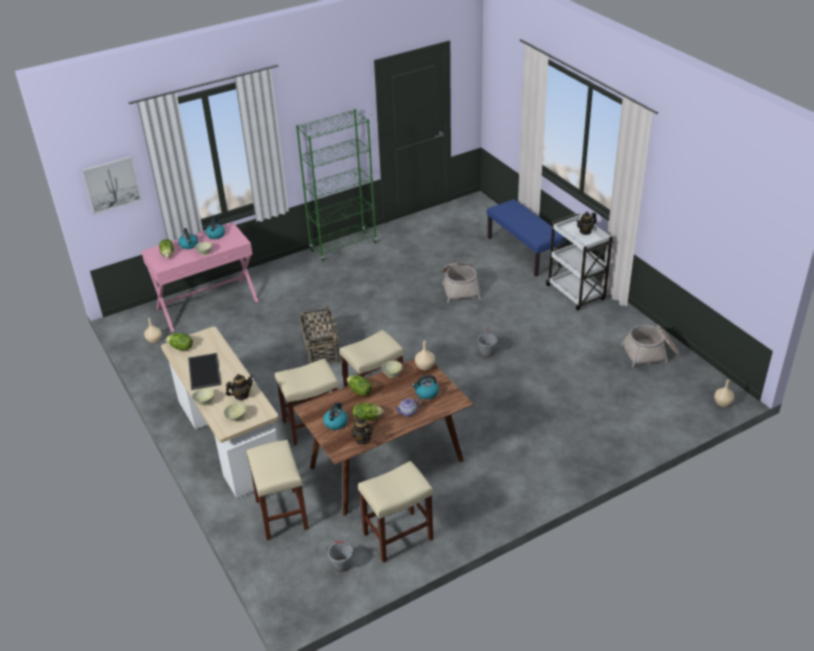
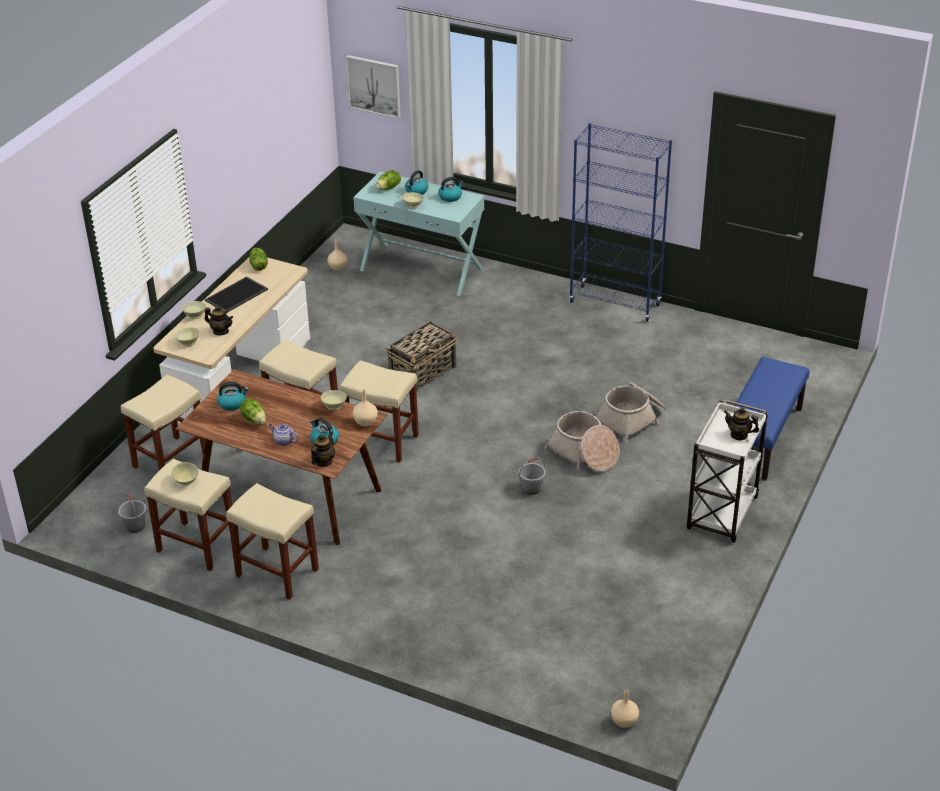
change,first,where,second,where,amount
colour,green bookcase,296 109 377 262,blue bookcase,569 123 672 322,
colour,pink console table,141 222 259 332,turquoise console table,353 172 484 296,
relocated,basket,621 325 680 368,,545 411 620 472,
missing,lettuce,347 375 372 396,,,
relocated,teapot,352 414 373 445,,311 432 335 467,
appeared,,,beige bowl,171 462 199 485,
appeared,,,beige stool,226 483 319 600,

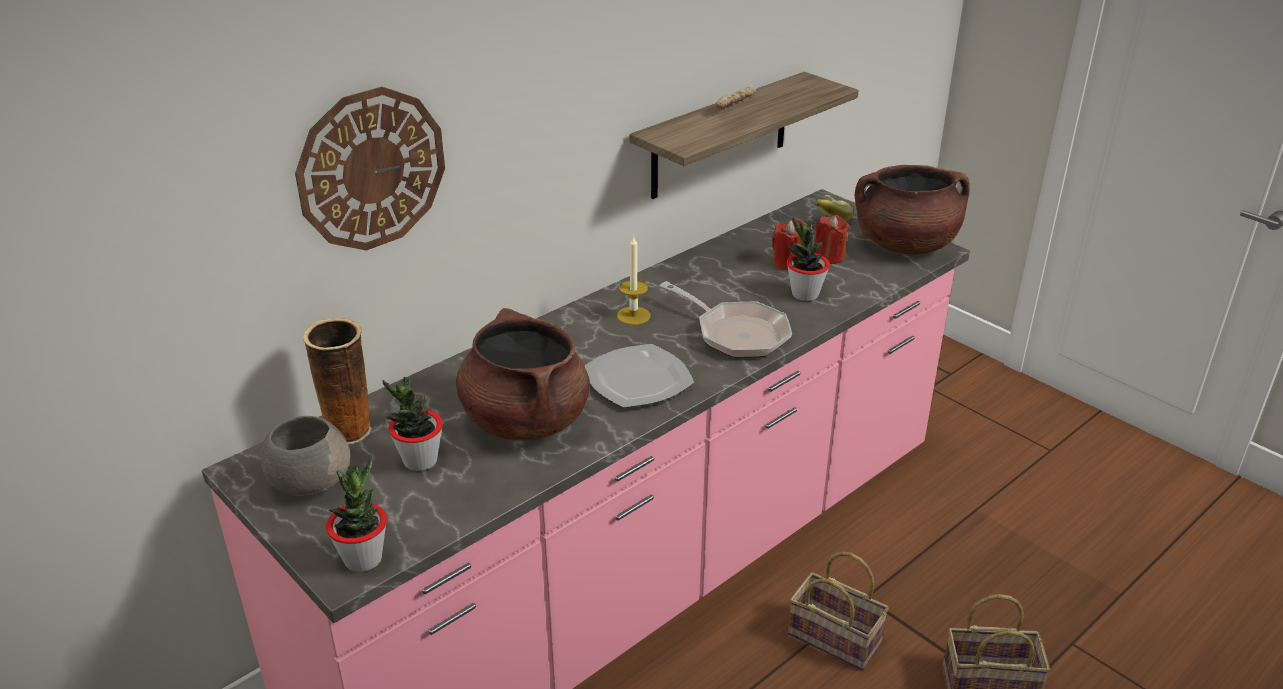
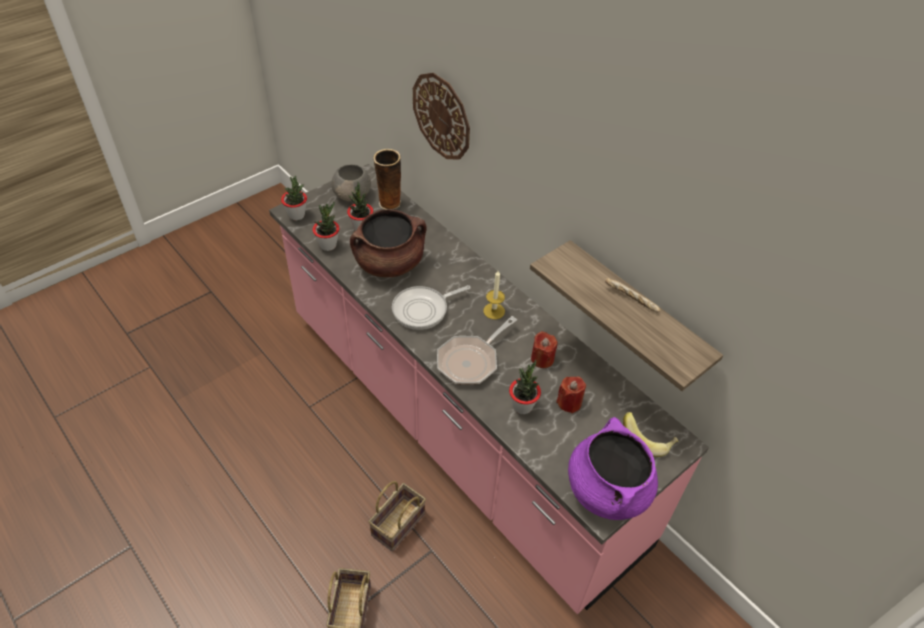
change,first,where,second,where,amount
colour,brown cooking pot,855 165 970 255,purple cooking pot,568 417 658 520,
relocated,red candle,815 215 849 264,,531 331 558 368,
exchanged,plate,584 344 694 408,frying pan,392 285 471 330,
appeared,,,potted plant,313 202 339 251,

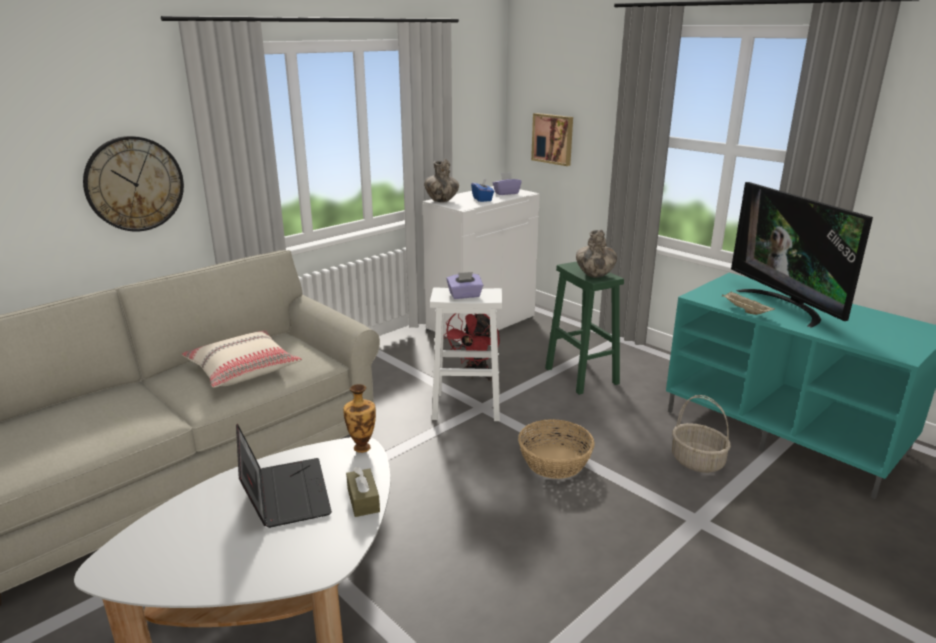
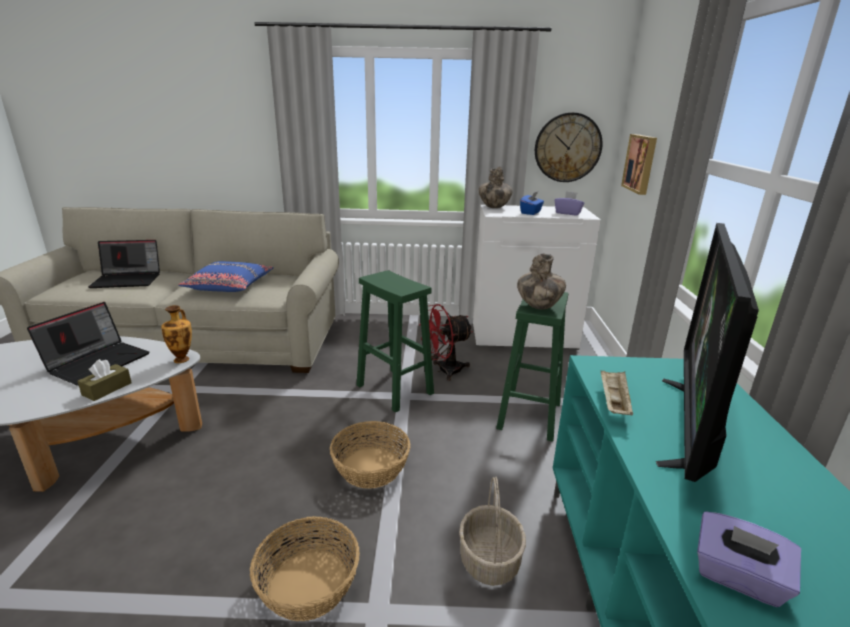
change,first,where,second,where,amount
relocated,wall clock,83 136 184 231,,535 112 603 182,
relocated,purple tissue box,447 272 483 299,,697 511 801 607,
colour,white stool,430 287 502 421,green stool,356 270 434 413,
colour,beige pillow,182 330 302 388,blue pillow,178 261 274 292,
appeared,,,laptop,88 240 160 288,
appeared,,,basket,250 516 360 621,

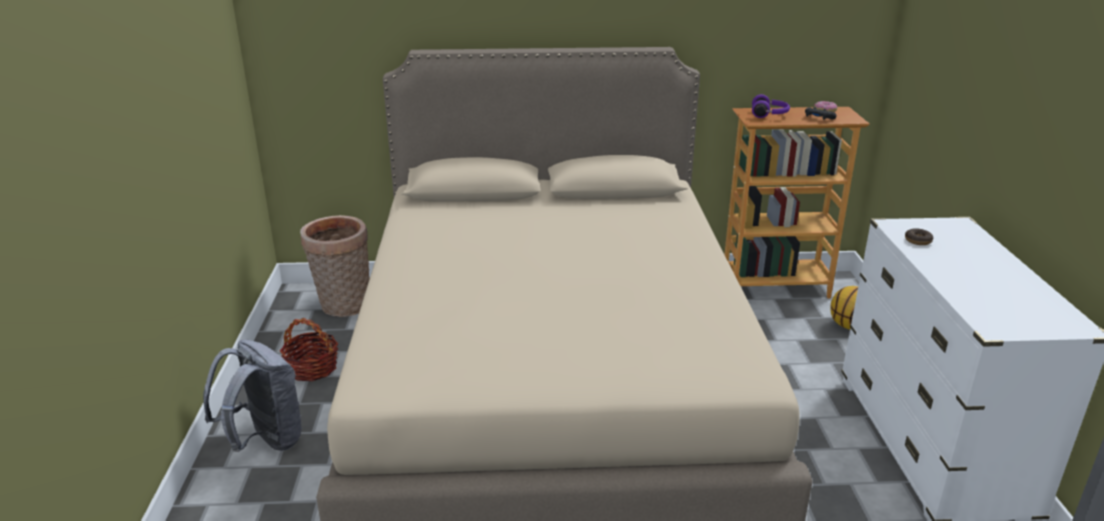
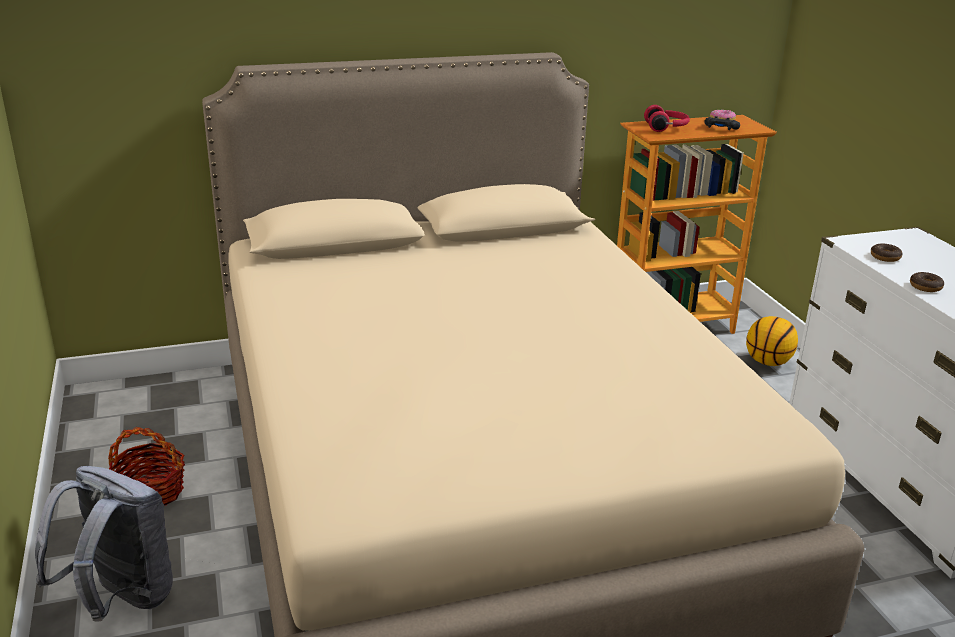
change,first,where,second,where,amount
colour,purple headphones,752 94 790 118,red headphones,644 105 690 132,
missing,basket,300 215 370 317,,,
appeared,,,donut,910 272 944 292,

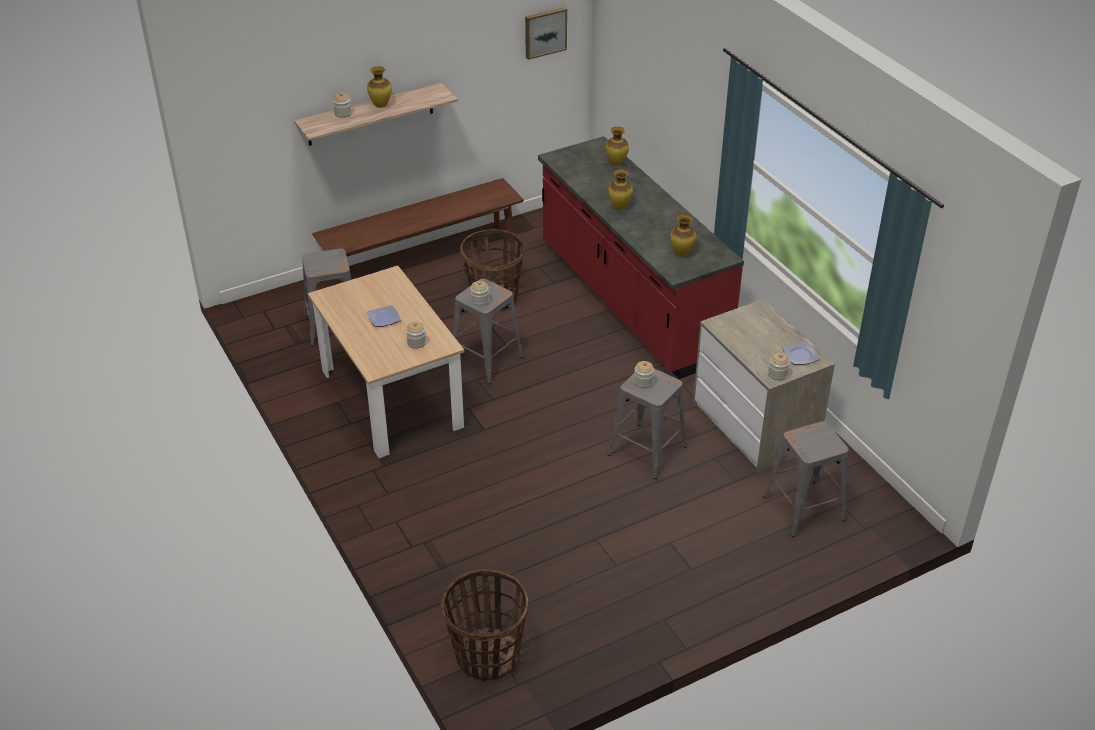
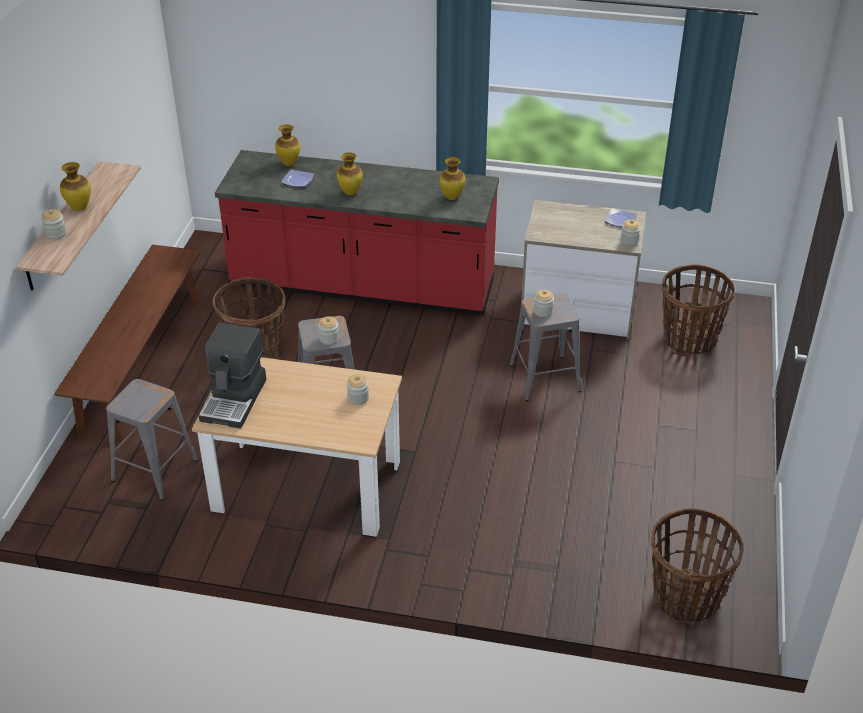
change,first,where,second,where,amount
missing,picture,525 7 567 60,,,
relocated,plate,367 305 401 327,,281 170 314 187,
exchanged,grey stool,763 422 849 537,basket,662 264 735 355,
appeared,,,coffee machine,199 323 266 429,

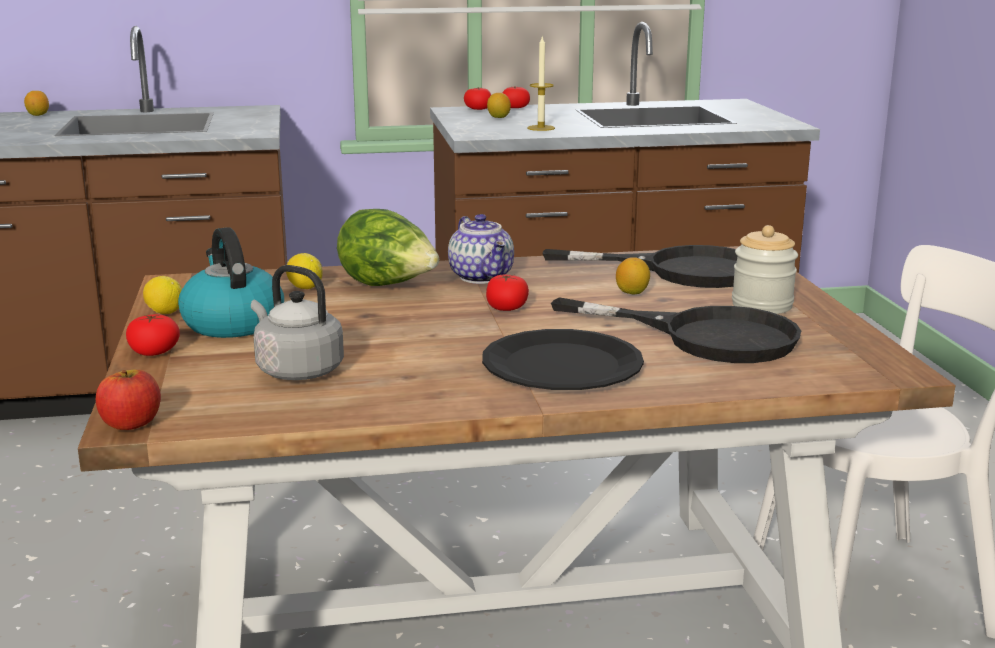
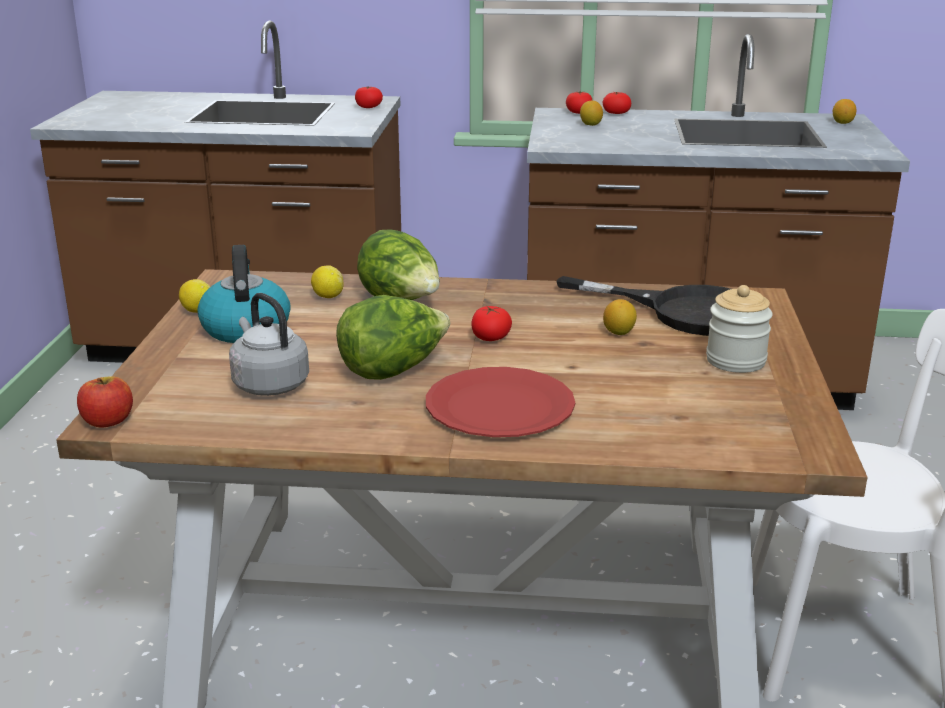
change,first,where,second,where,amount
missing,candle,527 37 555 131,,,
relocated,lemon,24 91 49 116,,833 99 856 124,
missing,teapot,448 214 514 284,,,
missing,black frying pan,551 297 801 363,,,
relocated,tomato,126 314 180 356,,355 86 383 108,
colour,black plate,482 329 644 390,red plate,426 367 575 437,
appeared,,,lettuce,336 295 450 380,

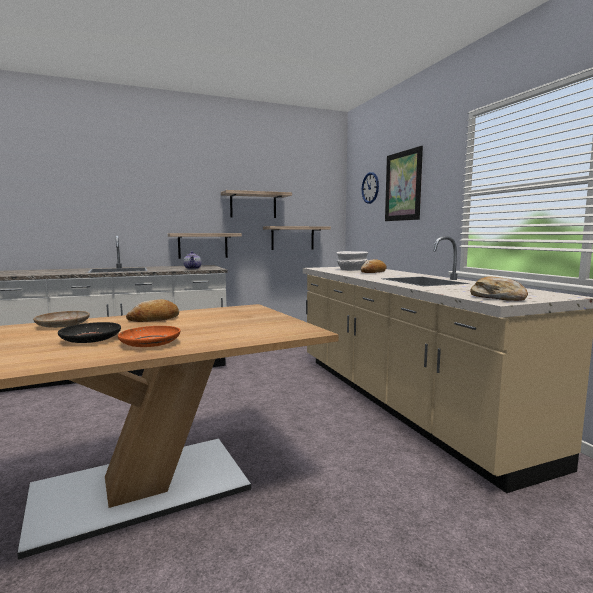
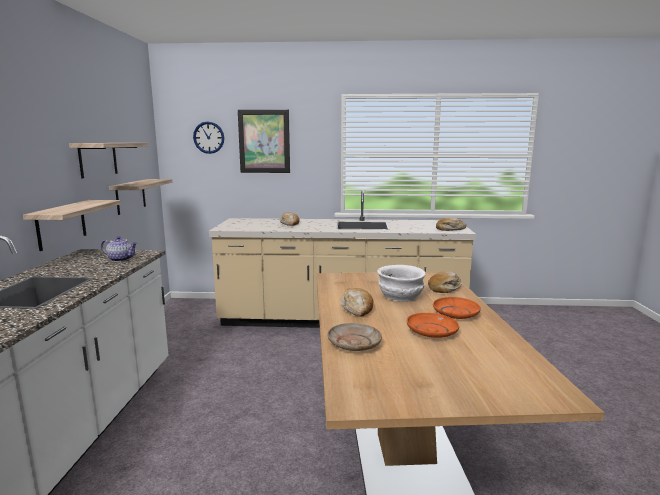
change,first,where,second,where,amount
relocated,white bowl,337 251 368 271,,377 265 426 302,
colour,black plate,58 322 121 343,orange plate,407 313 459 338,
appeared,,,bread,428 271 461 293,

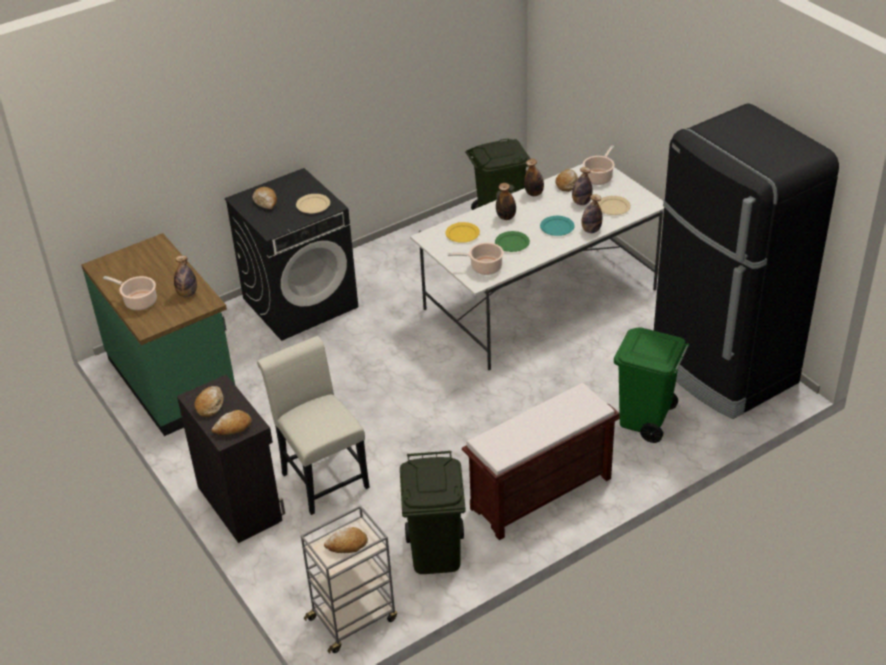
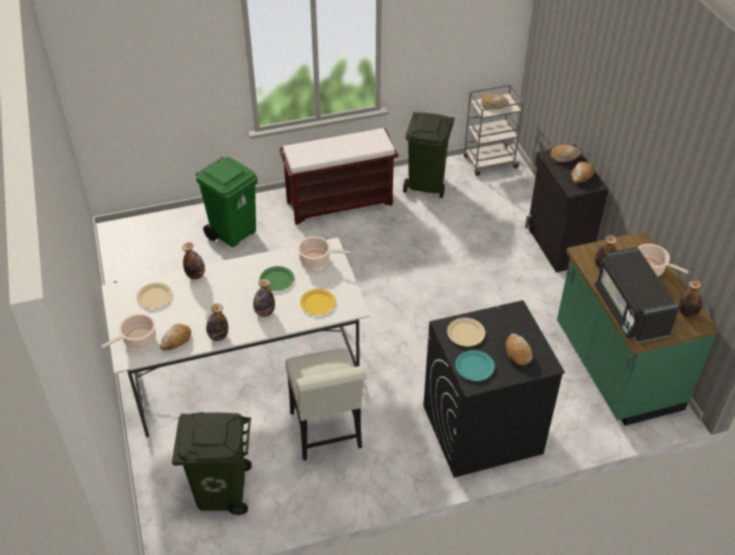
change,first,where,second,where,amount
missing,black fridge,654 103 839 419,,,
relocated,bottle,572 167 592 205,,679 279 703 318,
relocated,turquoise plate,540 216 575 236,,455 350 495 381,
relocated,white chair,257 336 370 515,,286 349 367 461,
appeared,,,black microwave,595 247 679 343,

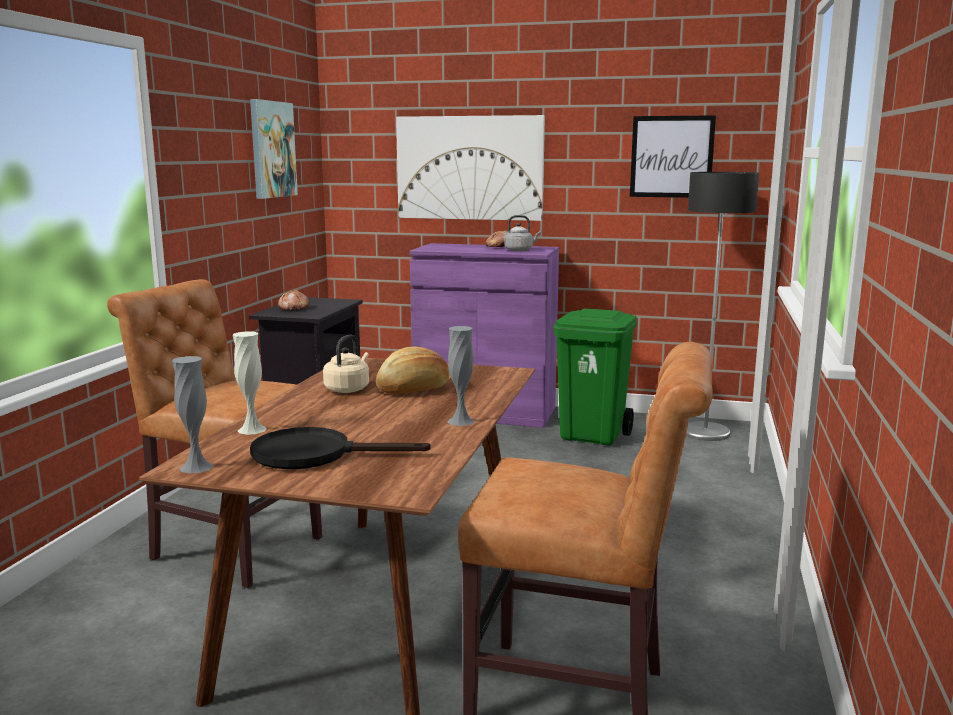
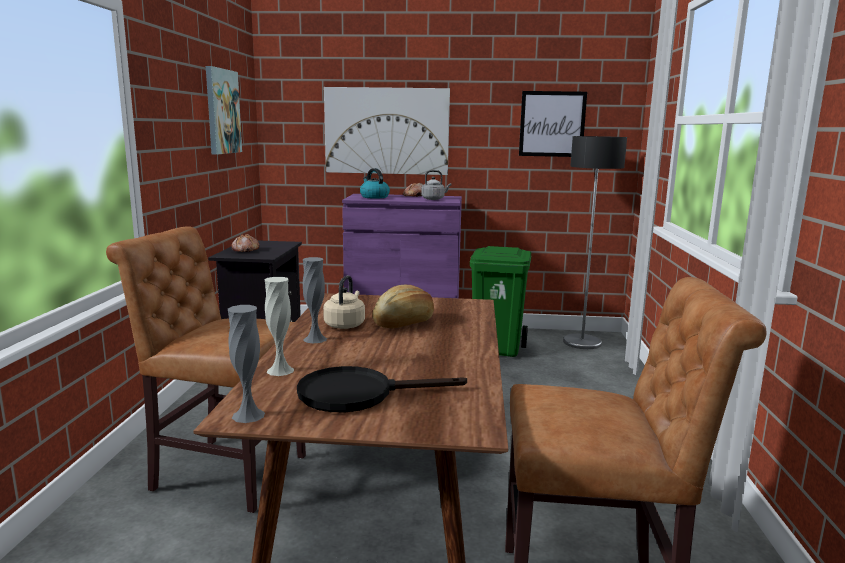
change,first,where,second,where,amount
relocated,grey vase,448 326 475 426,,303 257 327 343,
appeared,,,kettle,360 168 390 199,

